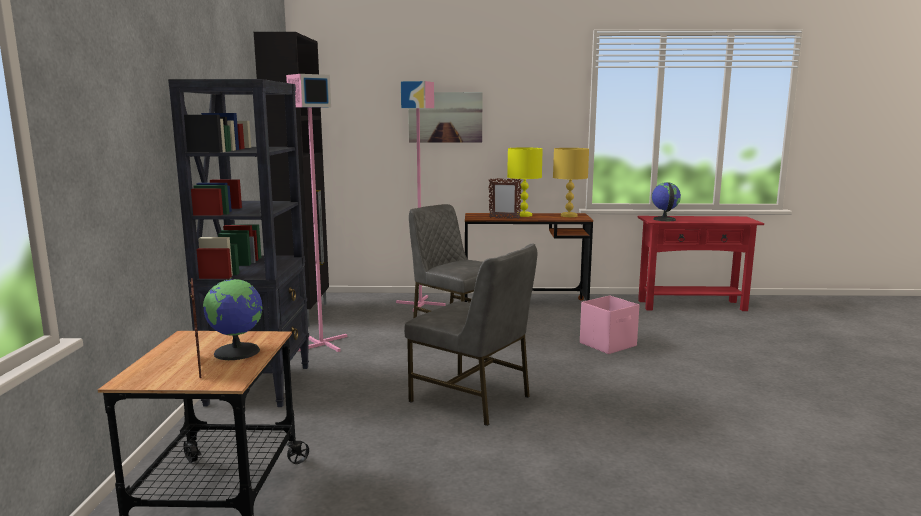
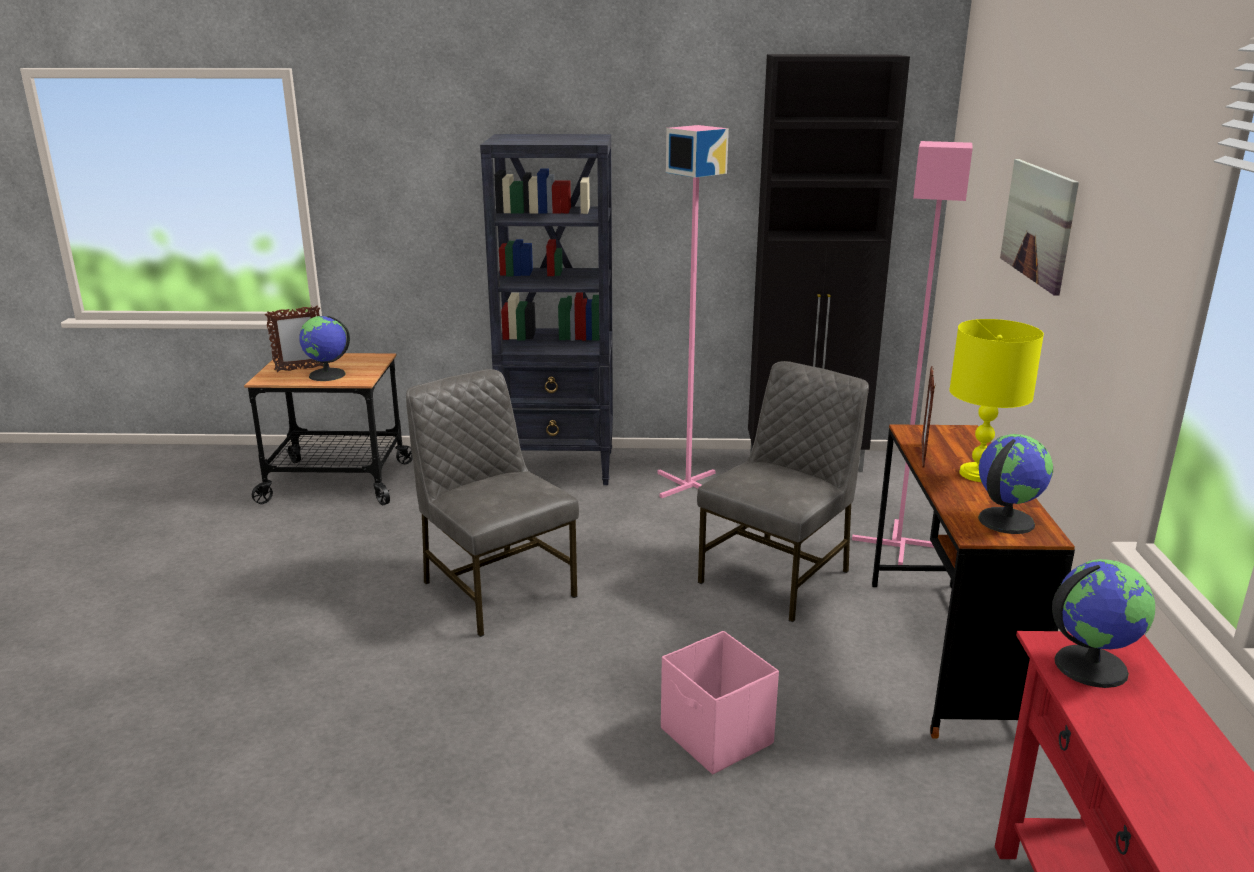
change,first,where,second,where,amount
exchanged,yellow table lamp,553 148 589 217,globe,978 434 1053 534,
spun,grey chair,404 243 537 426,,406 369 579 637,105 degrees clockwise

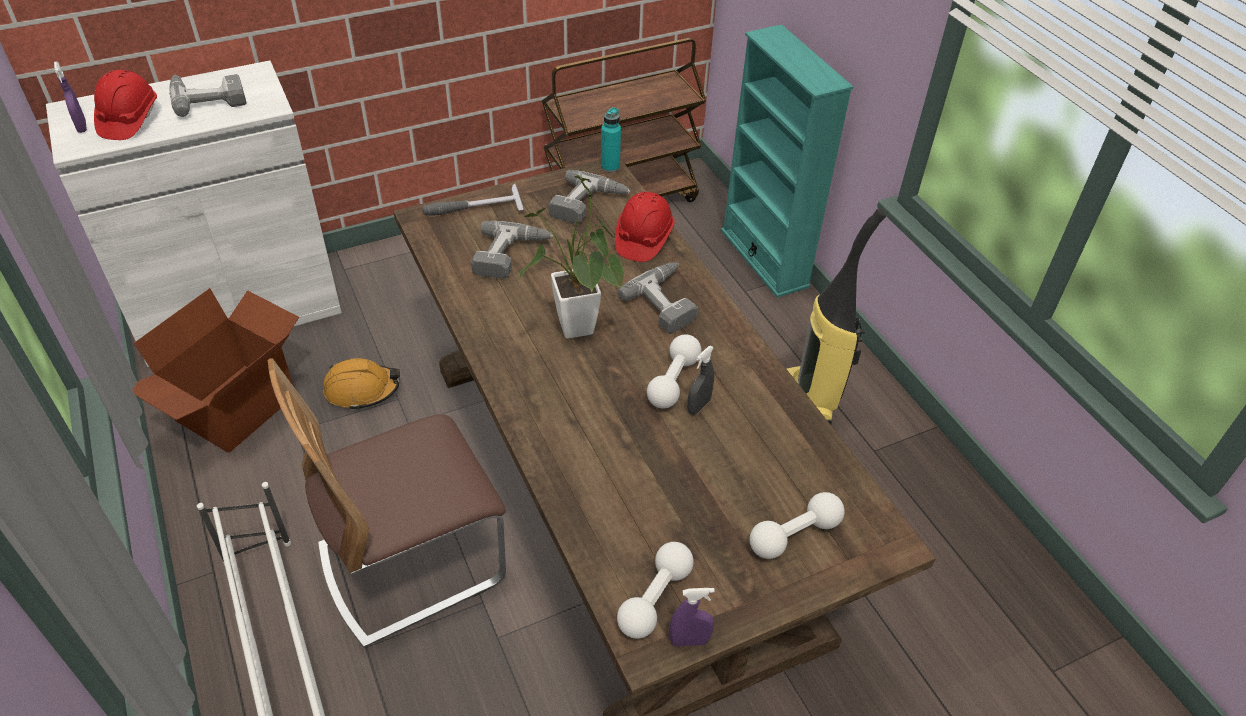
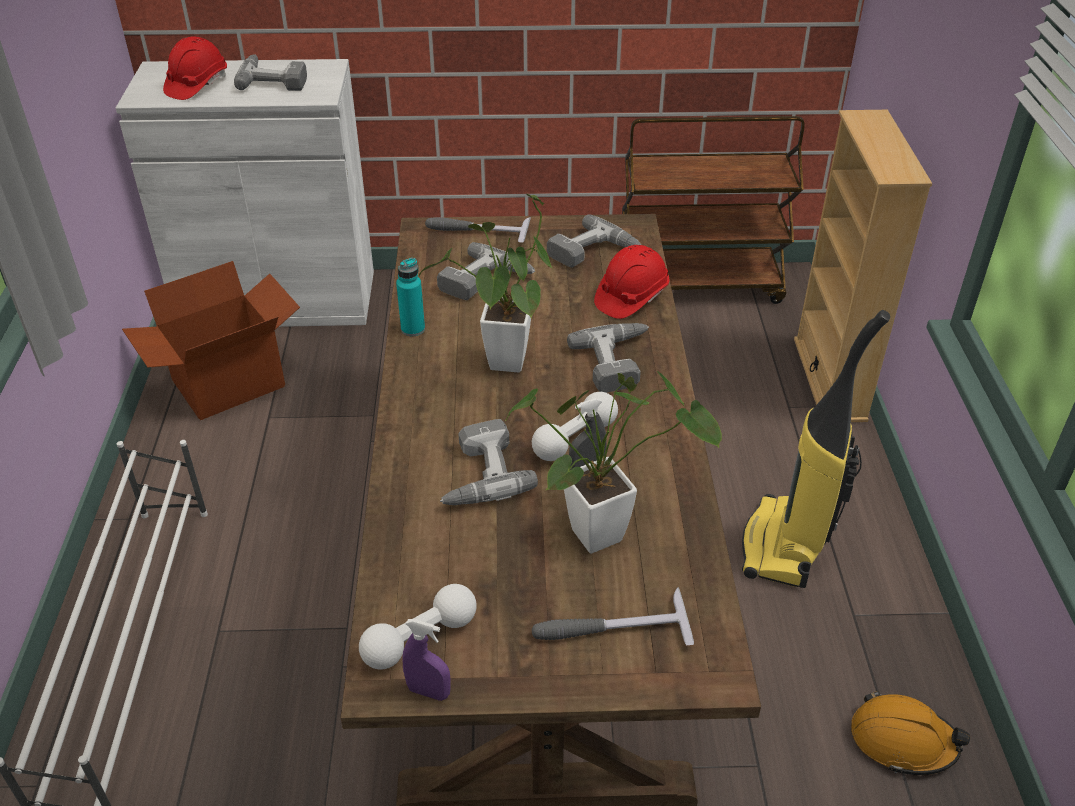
change,first,where,second,where,amount
colour,turquoise bookcase,721 24 854 298,beige bookcase,794 110 932 422,
missing,purple spray bottle,54 61 87 133,,,
relocated,turquoise bottle,601 107 621 172,,396 258 425 336,
missing,chair,268 358 506 648,,,
relocated,orange hard hat,323 358 400 410,,851 691 970 775,
exchanged,white dumbbell,750 492 845 559,hammer,532 587 694 645,
appeared,,,potted plant,505 371 722 553,
appeared,,,power drill,440 419 538 505,

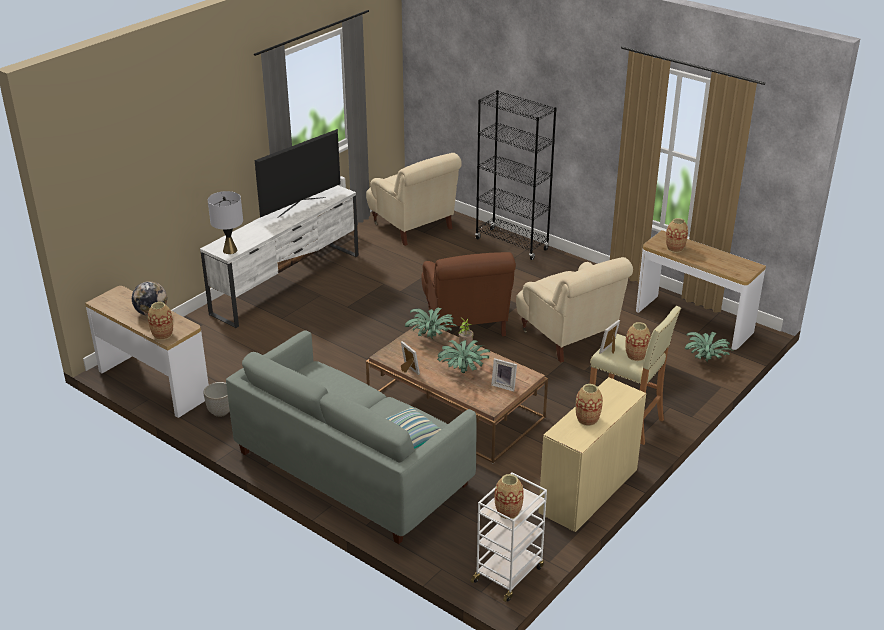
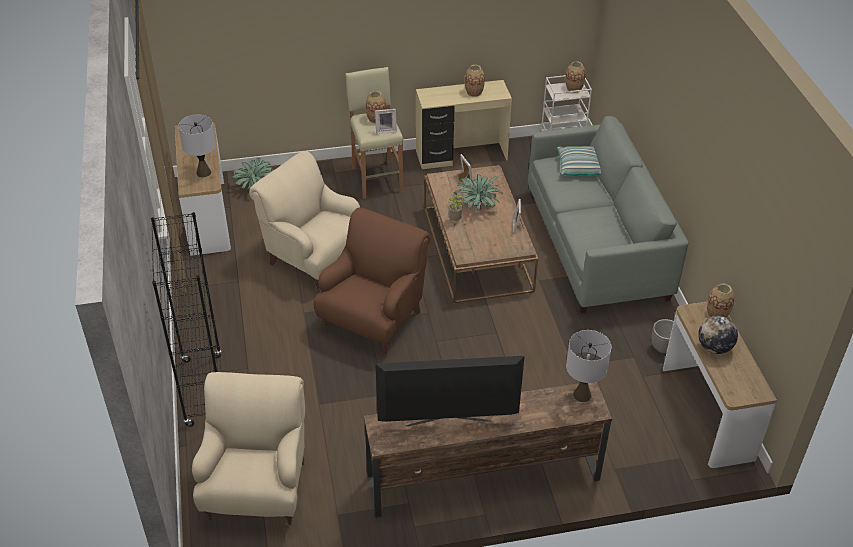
change,first,where,second,where,amount
colour,white tv stand,200 185 359 328,brown tv stand,364 382 612 518,
exchanged,vase,666 218 688 252,grey table lamp,179 115 216 177,
spun,beige armchair,516 257 633 363,,249 151 360 290,60 degrees counterclockwise
missing,potted plant,405 308 457 339,,,

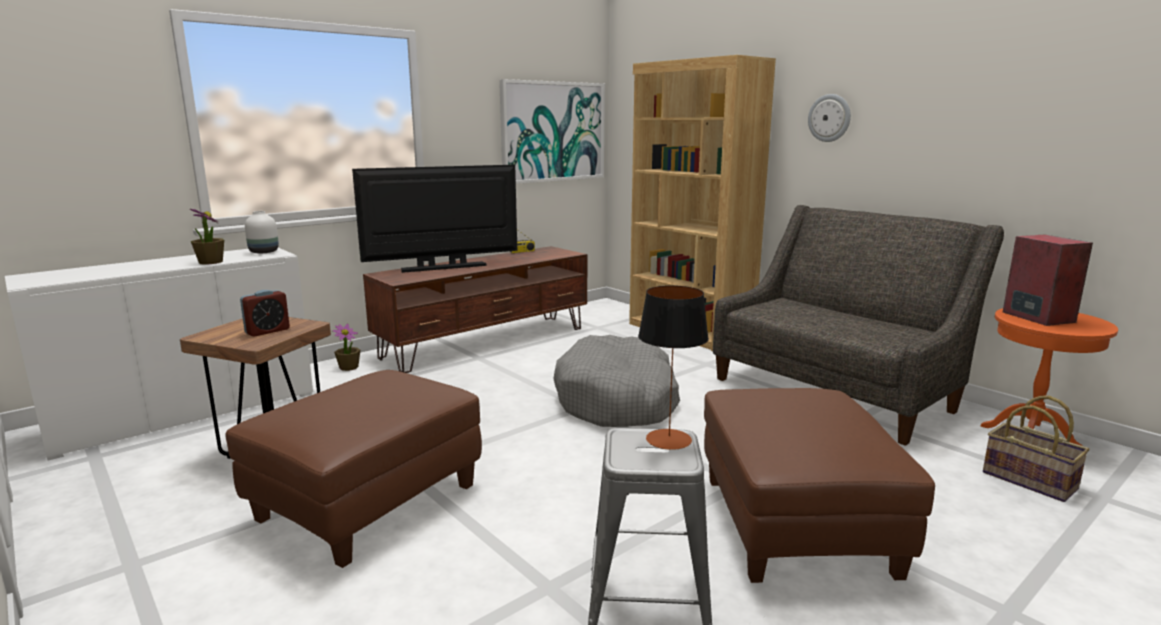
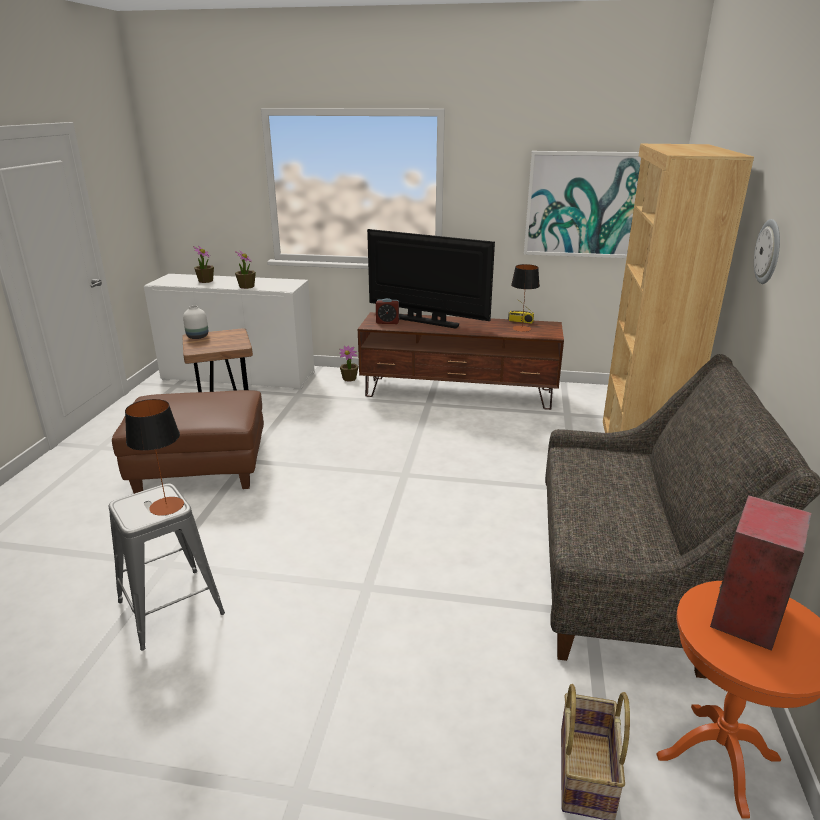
change,first,where,second,where,amount
relocated,white vase,245 211 279 253,,183 305 208 339,
relocated,alarm clock,240 290 290 337,,376 298 399 324,
missing,grey dog bed,553 335 680 427,,,
missing,brown ottoman,704 388 935 583,,,
appeared,,,potted plant,193 245 214 283,
appeared,,,table lamp,511 264 540 332,

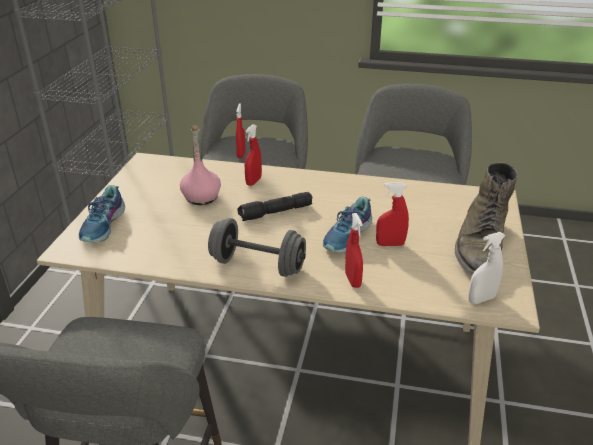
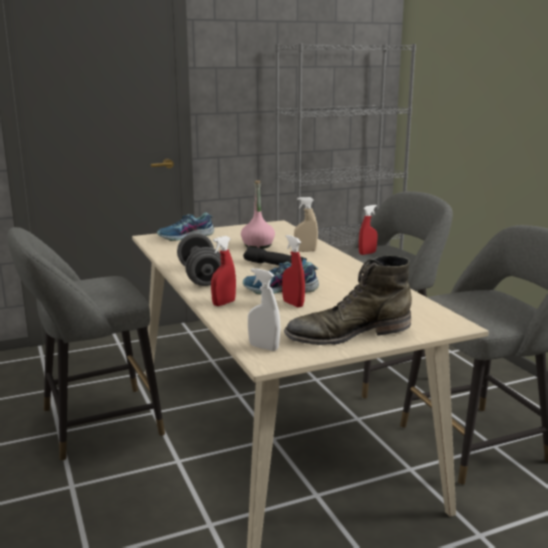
change,first,where,second,where,amount
colour,red spray bottle,245 124 262 186,beige spray bottle,294 197 318 252,

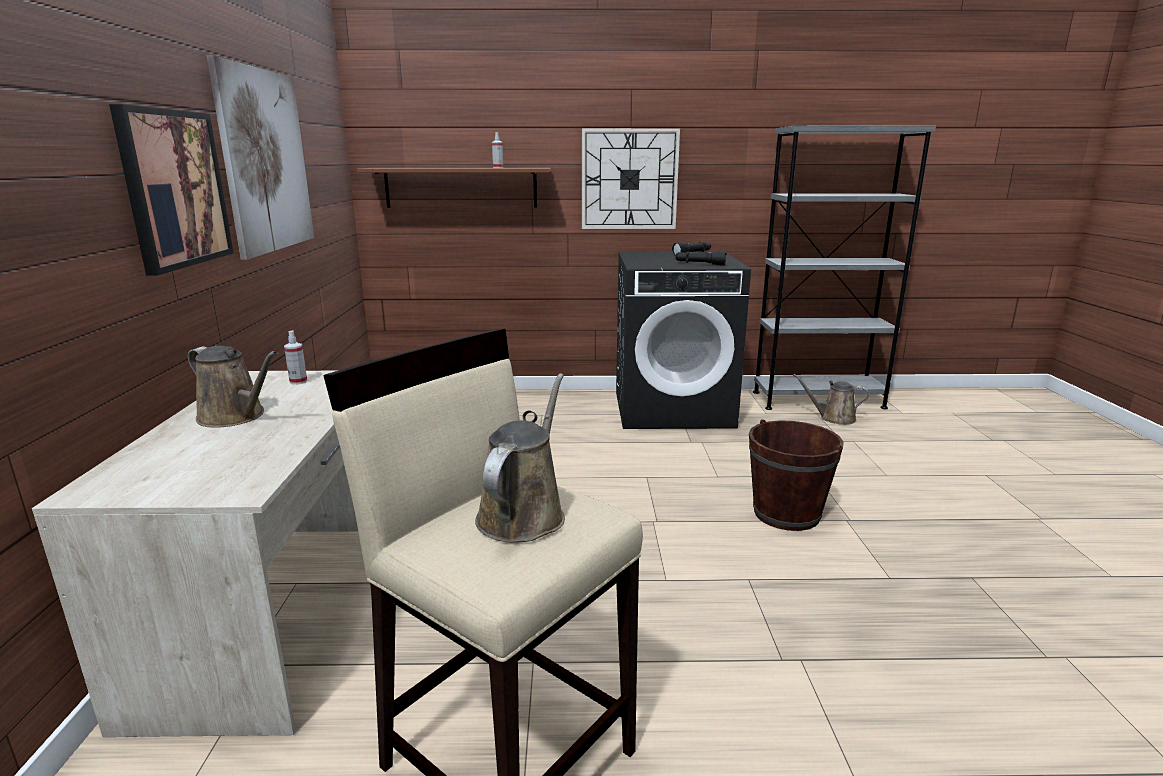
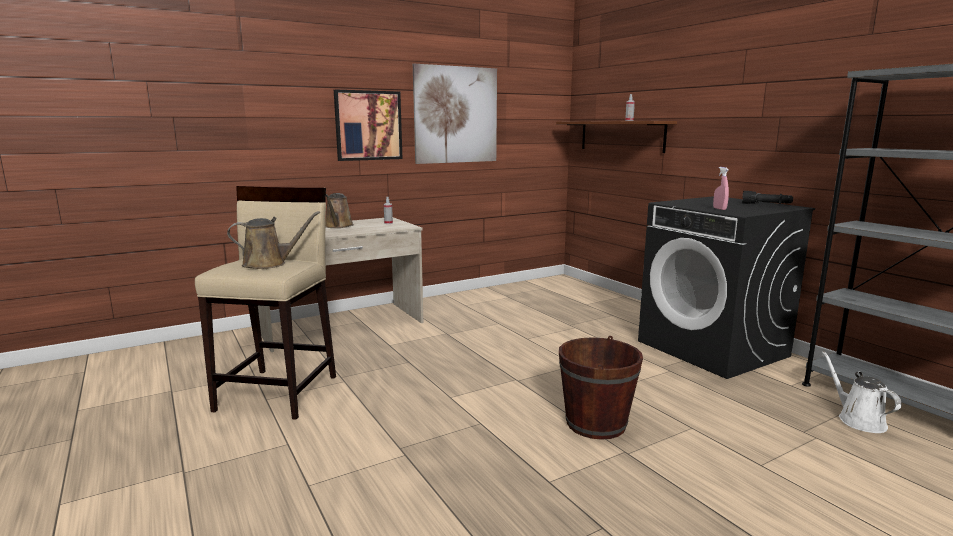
change,first,where,second,where,amount
missing,wall clock,582 128 680 229,,,
exchanged,black flashlight,676 251 727 266,pink spray bottle,713 167 729 210,
colour,brown watering can,793 374 869 425,white watering can,822 351 901 433,

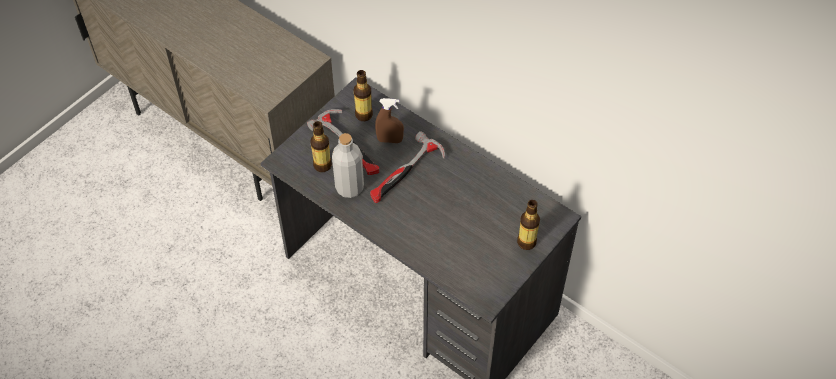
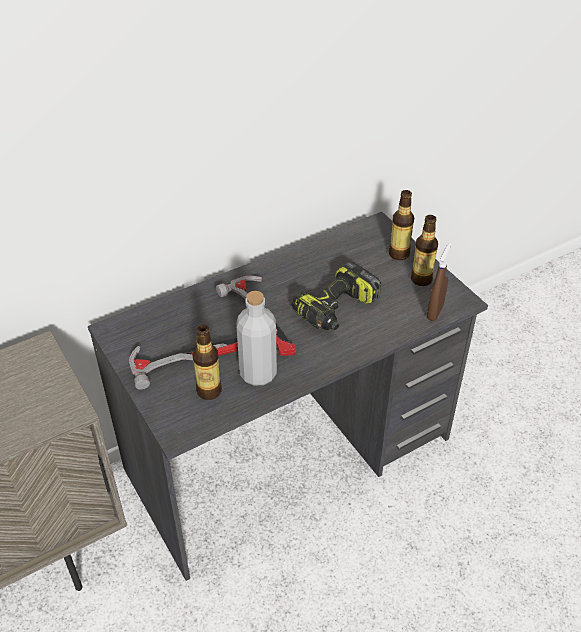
change,first,where,second,where,amount
relocated,bottle,354 70 373 121,,411 215 438 286,
relocated,brown spray bottle,375 98 404 143,,427 243 451 321,
appeared,,,power drill,292 261 381 330,

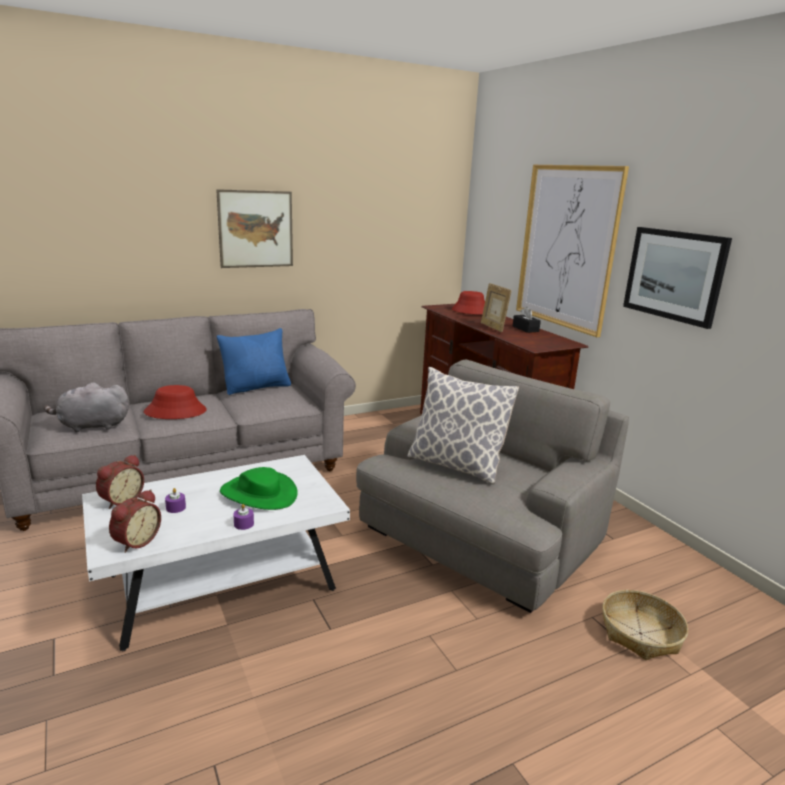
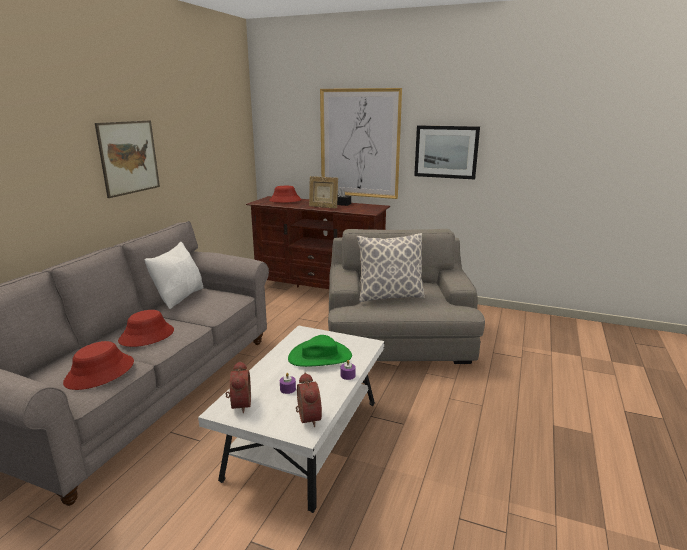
change,first,where,second,where,amount
colour,blue pillow,217 328 291 395,white pillow,145 242 203 309,
exchanged,grey plush toy,44 382 129 433,red hat,63 341 134 390,
missing,basket,602 590 688 660,,,

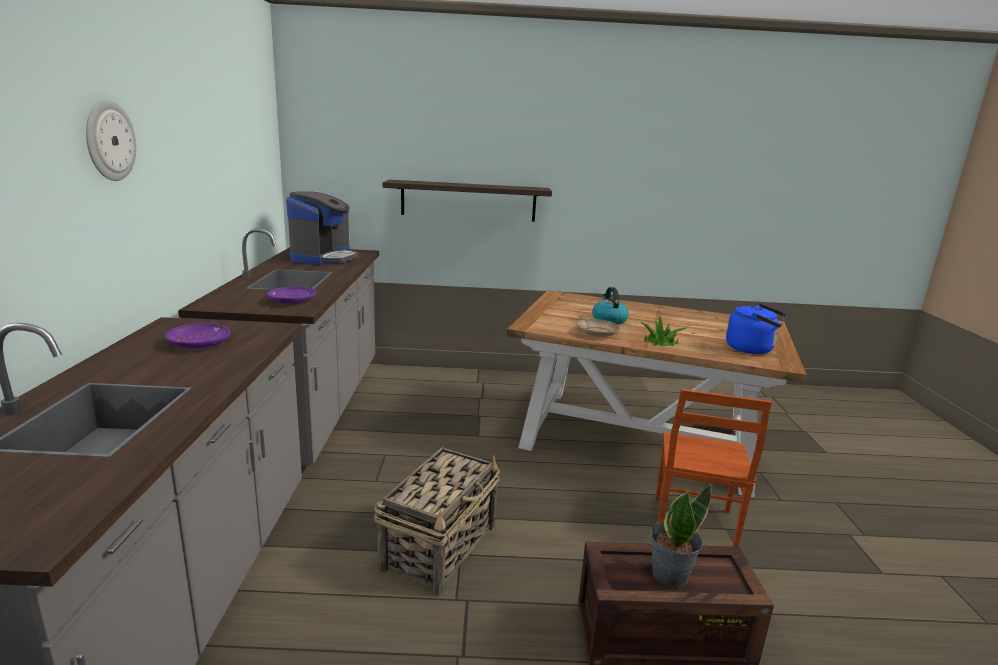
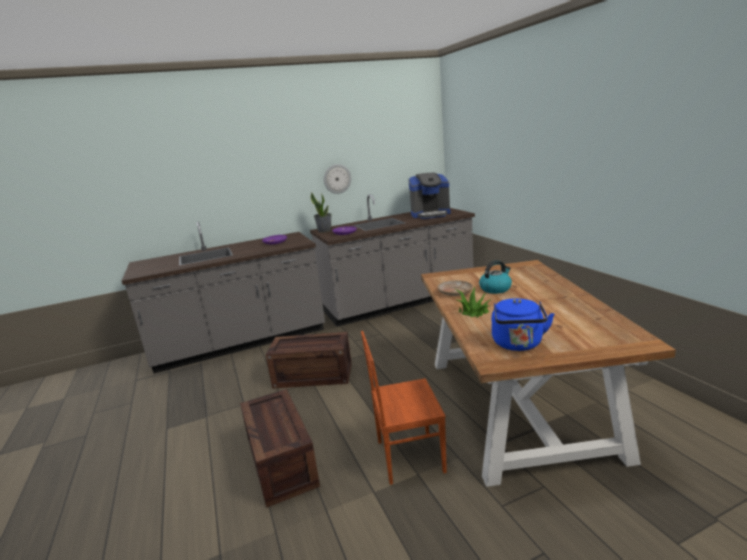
change,first,where,second,where,amount
relocated,wall clock,86 100 136 181,,324 164 351 194,
missing,shelf,382 180 552 222,,,
exchanged,basket,374 447 500 596,crate,266 332 352 389,
relocated,potted plant,650 484 711 588,,311 192 332 233,

